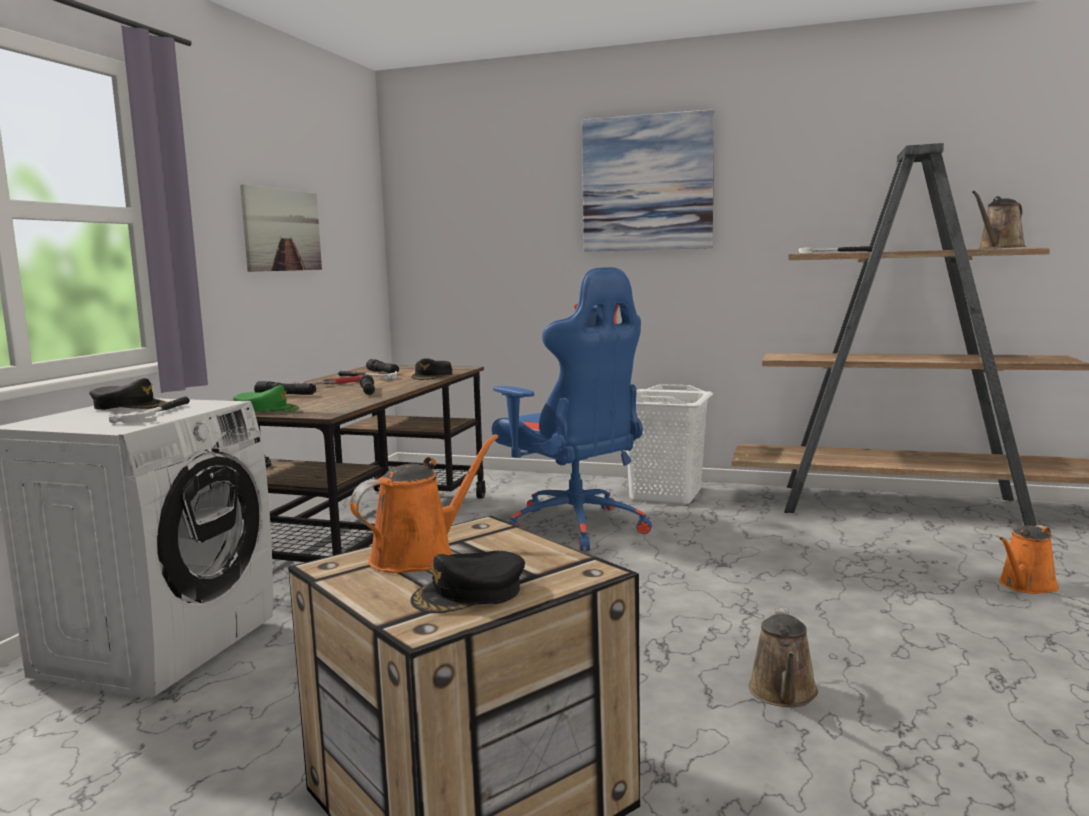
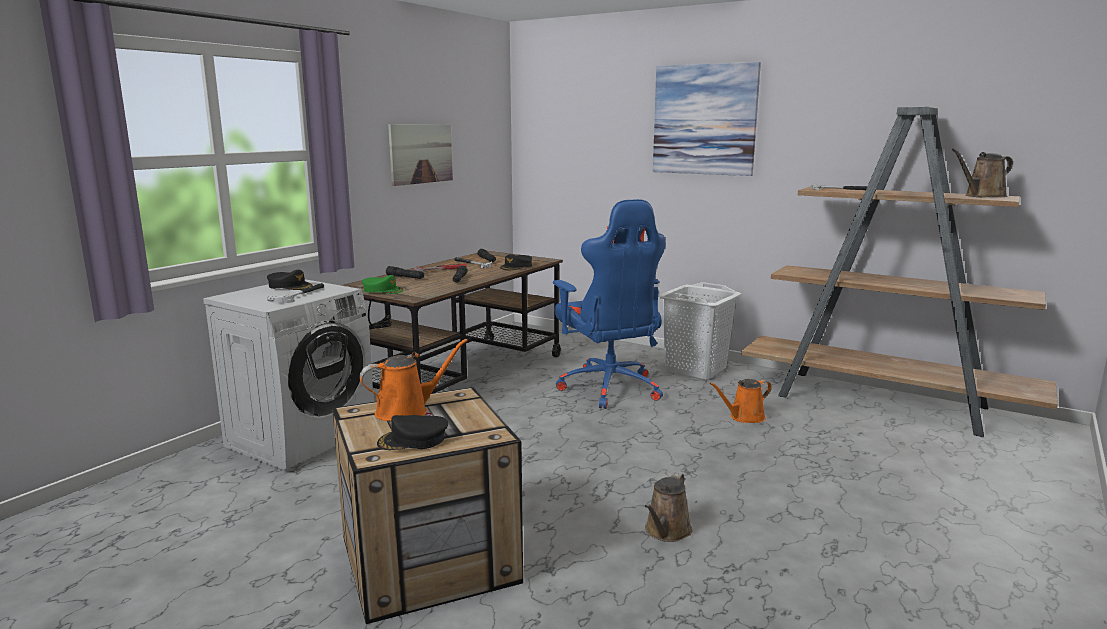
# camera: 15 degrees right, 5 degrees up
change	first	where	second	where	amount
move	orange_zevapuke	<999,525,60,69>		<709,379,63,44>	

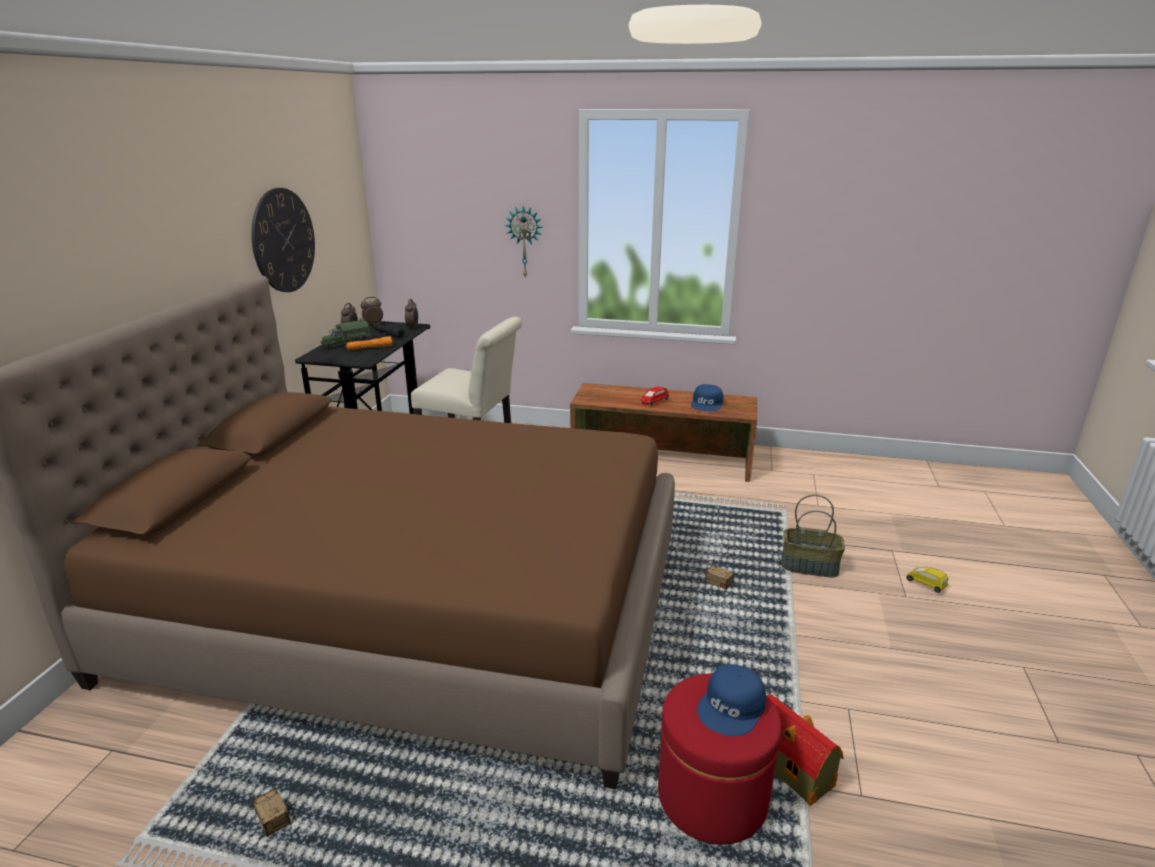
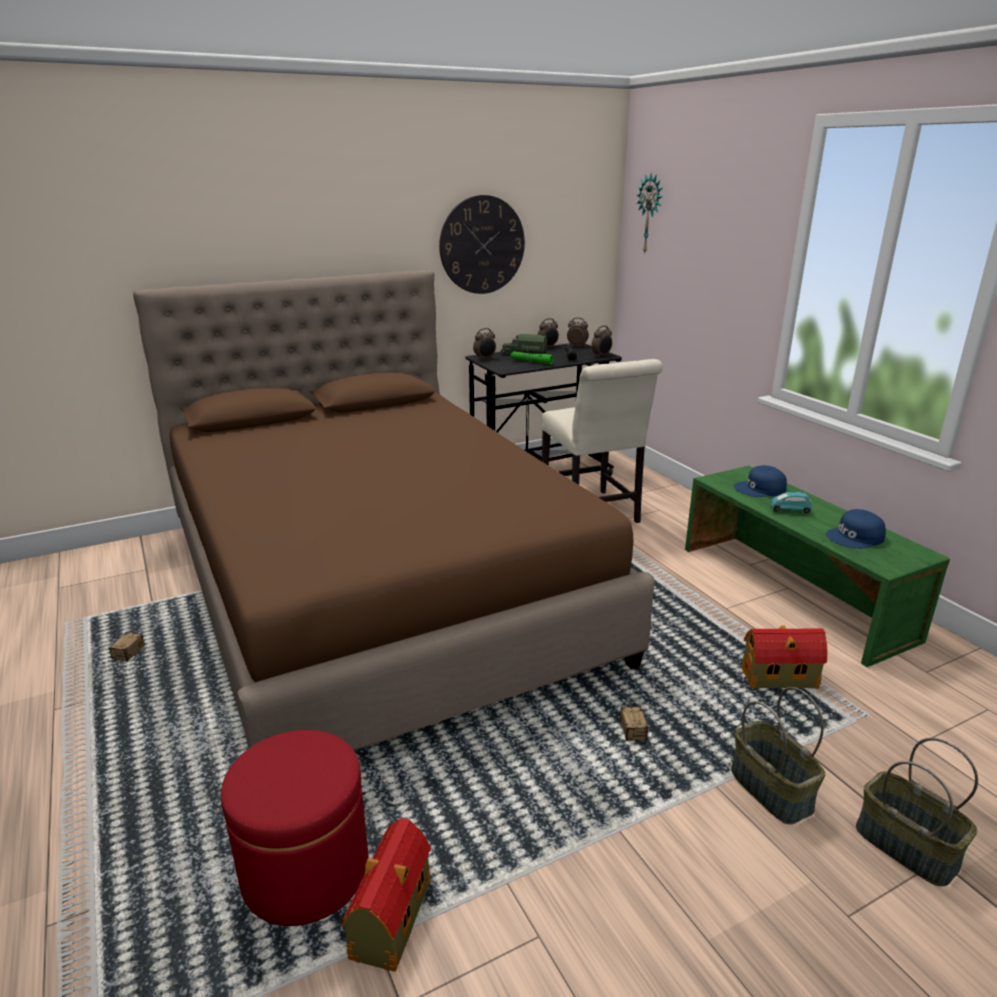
# camera: 50 degrees right, 0 degrees up
change	first	where	second	where	amount
delete	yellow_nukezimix	<906,567,42,26>			
insert			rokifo	<473,328,23,32>	
insert			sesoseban	<741,625,86,64>	
insert			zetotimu	<856,738,122,148>	
move	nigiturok	<505,205,37,73>		<636,173,26,81>	
move	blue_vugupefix	<697,664,69,72>		<734,465,53,32>	
recolor	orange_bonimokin	<346,336,47,14>	green_bonimokin	<510,351,44,14>	
recolor	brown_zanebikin	<570,383,187,99>	green_zanebikin	<685,466,265,201>	
recolor	red_nukezimix	<641,387,28,18>	turquoise_nukezimix	<770,492,42,21>	

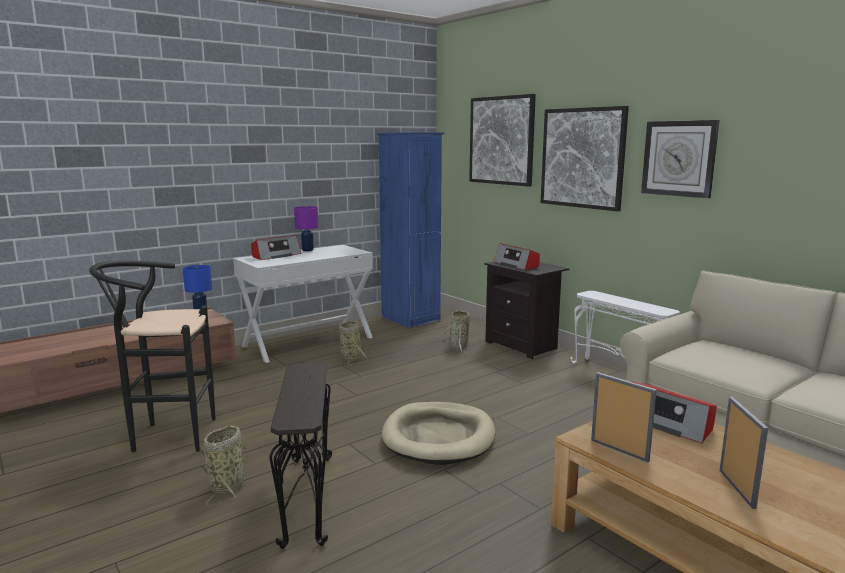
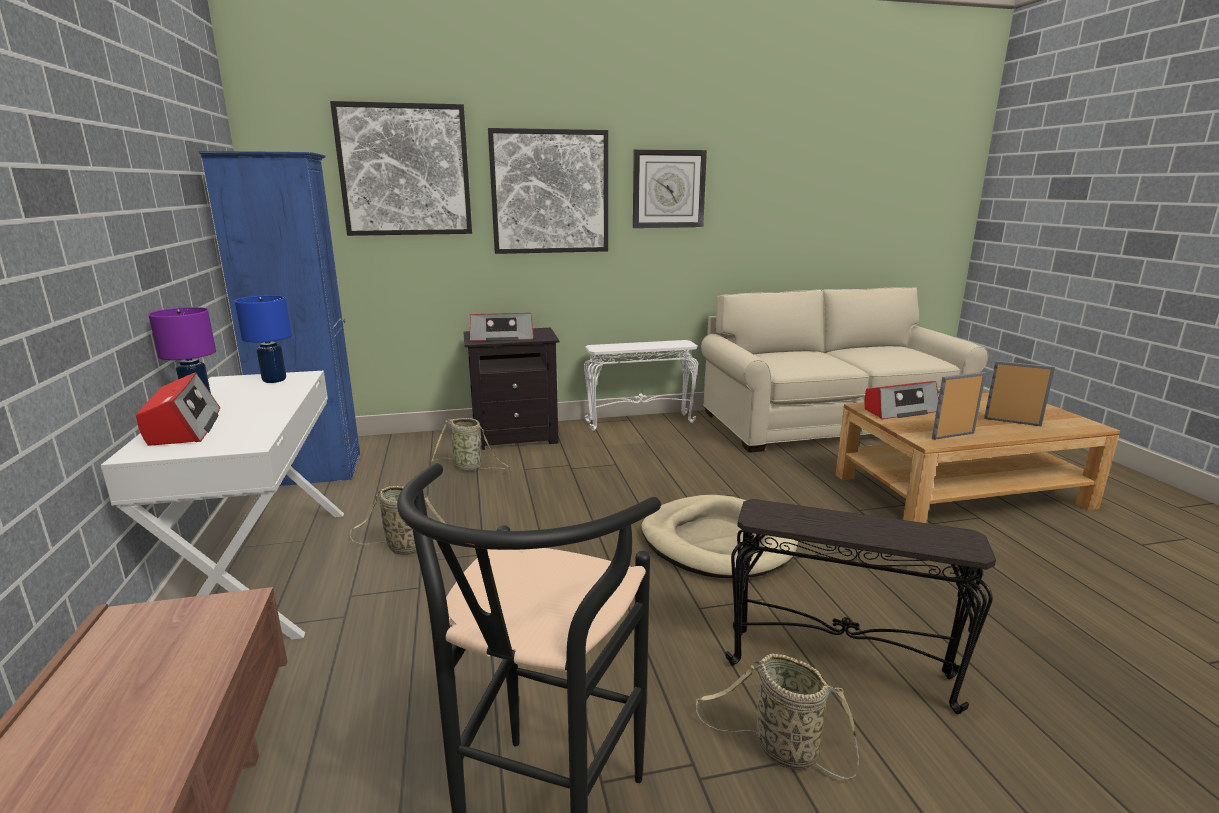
# camera: 65 degrees left, 5 degrees up
change	first	where	second	where	amount
move	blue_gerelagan	<183,265,29,51>		<235,295,57,88>	

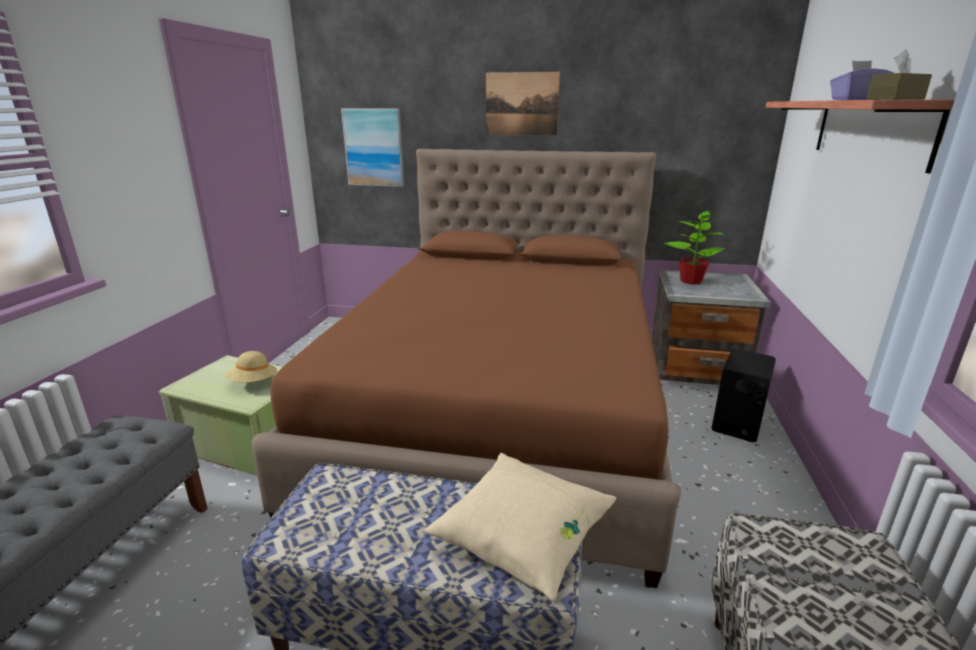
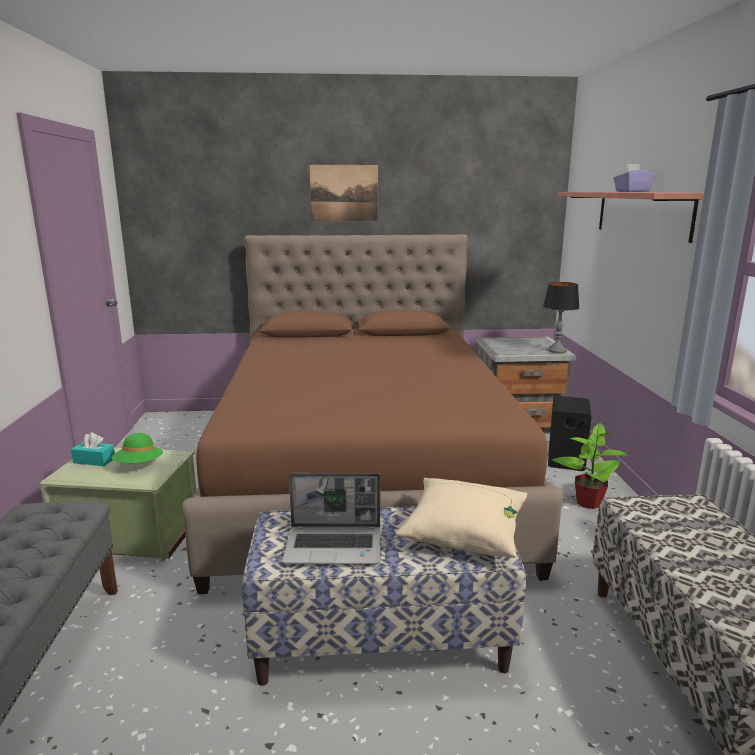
# camera: 15 degrees left, 5 degrees down
change	first	where	second	where	amount
delete	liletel	<341,108,63,79>			
delete	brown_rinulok	<866,49,66,51>			
insert			turquoise_rinulok	<71,432,44,34>	
insert			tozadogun	<282,473,99,91>	
insert			gerelagan	<543,282,36,71>	
move	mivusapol	<663,208,62,77>		<552,423,76,86>	
recolor	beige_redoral	<225,351,52,32>	green_redoral	<111,433,52,30>	

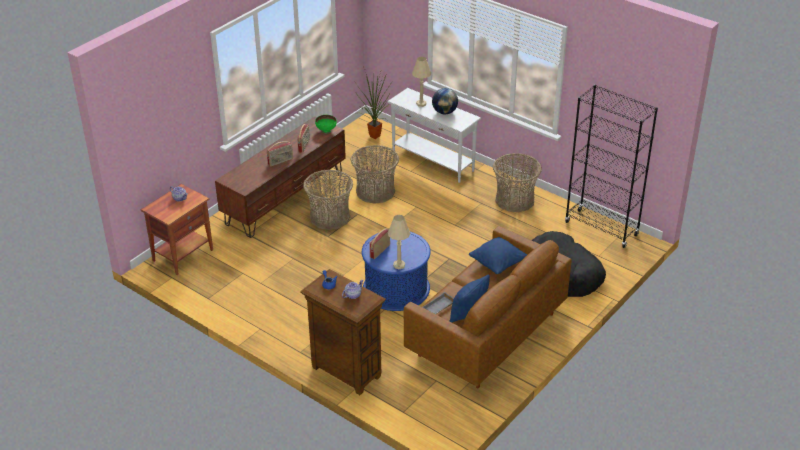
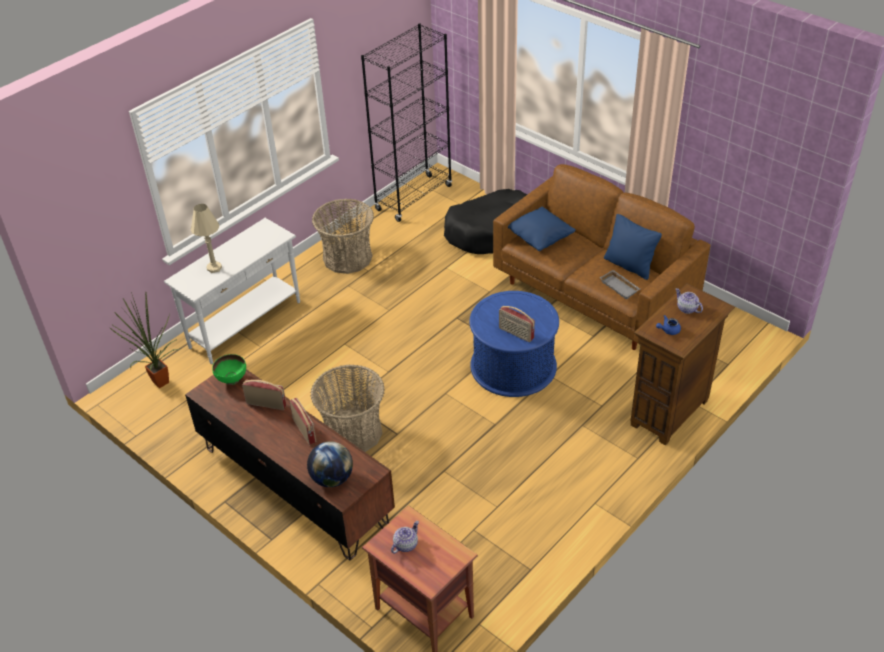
# camera: 85 degrees left, 5 degrees up
change	first	where	second	where	amount
delete	zetotimu	<351,145,48,59>			
delete	beige_gerelagan	<388,215,22,54>			
move	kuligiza	<432,88,26,26>		<307,441,46,46>	

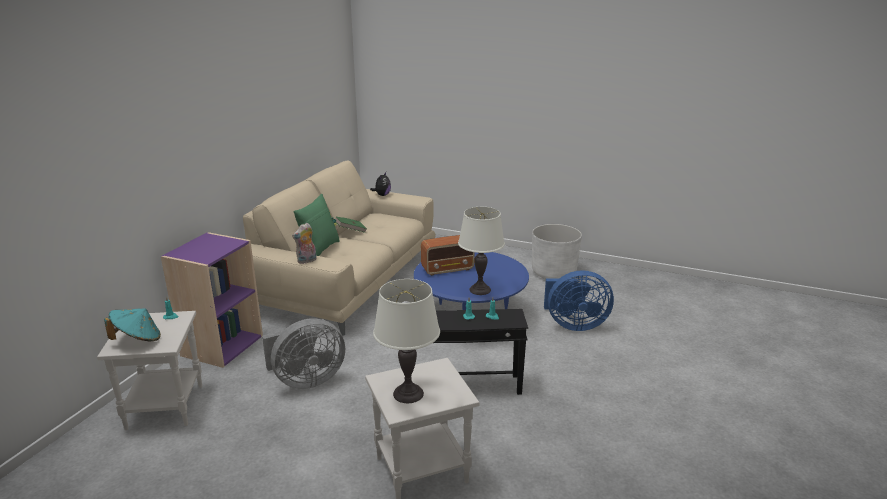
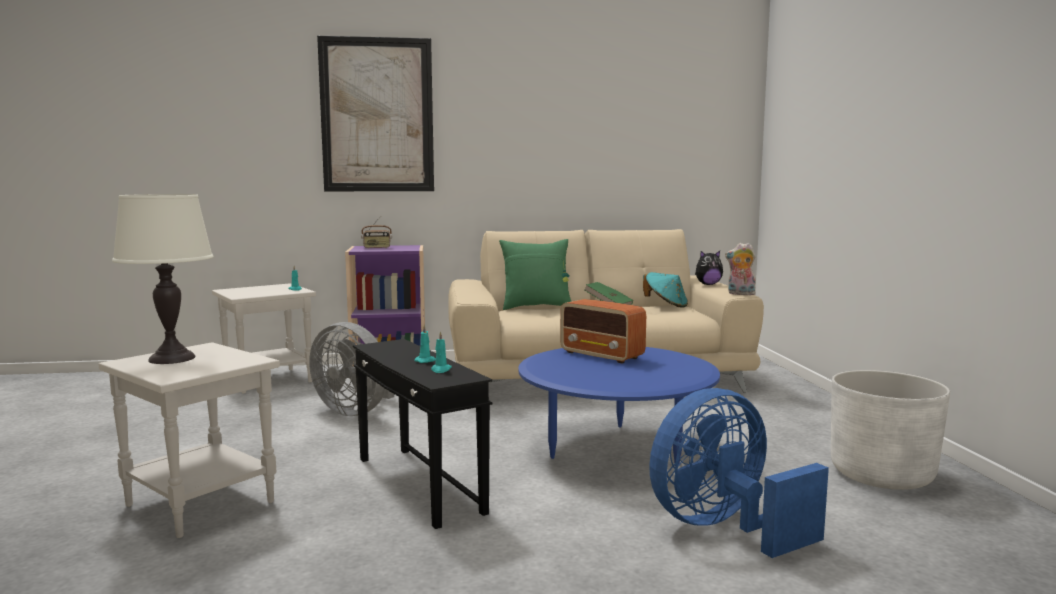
# camera: 60 degrees right, 15 degrees down
change	first	where	second	where	amount
delete	white_gerelagan	<458,207,47,88>			
insert			liletel	<317,36,117,155>	
insert			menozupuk	<361,216,31,33>	
move	turquoise_redoral	<104,308,57,34>		<643,272,45,36>	
move	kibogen	<292,223,25,41>		<725,243,31,52>	
rotate	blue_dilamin	<544,270,70,61>		<649,388,180,170>	90 degrees clockwise

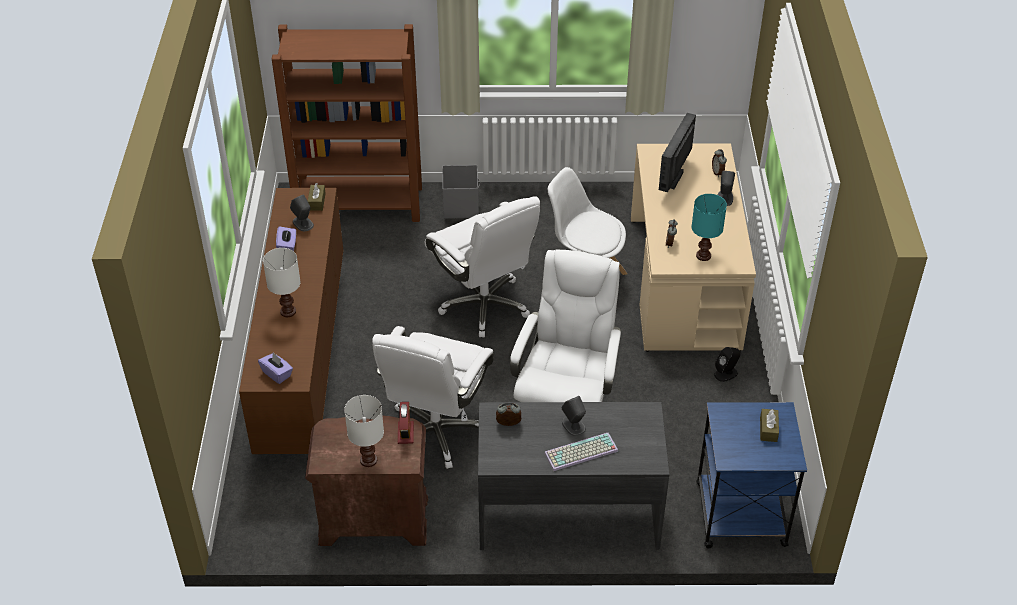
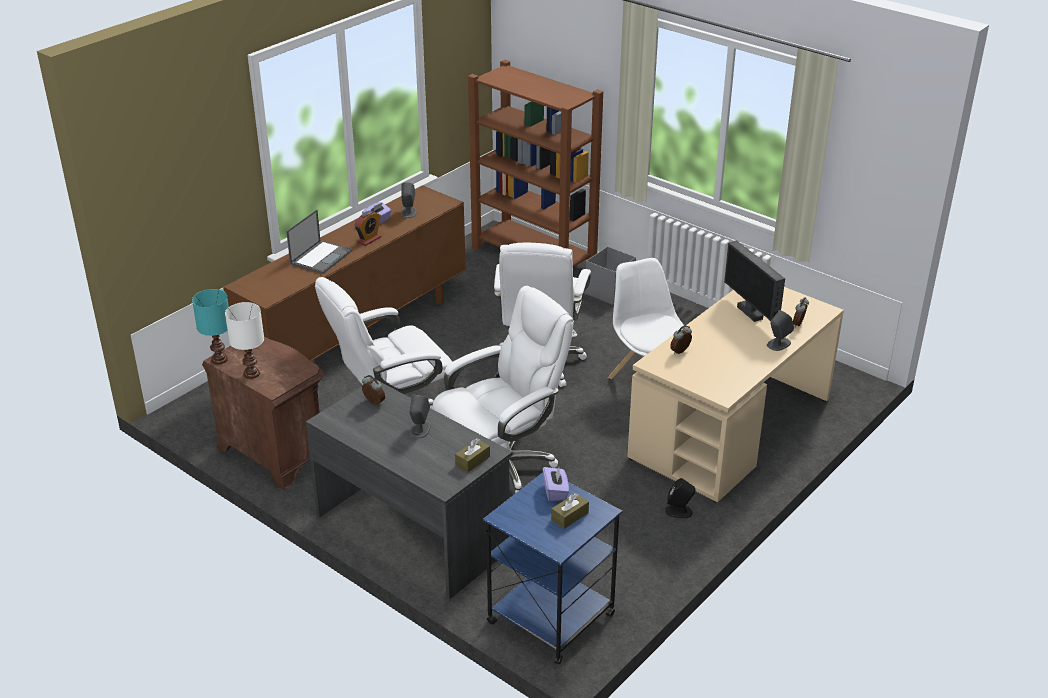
# camera: 40 degrees right, 10 degrees down
change	first	where	second	where	amount
delete	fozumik	<544,433,74,39>			
move	purple_rinulok	<258,353,35,31>		<543,467,26,34>	
move	brown_rinulok	<308,183,18,28>		<455,438,35,34>	
move	rokifo	<398,402,16,42>		<354,211,28,35>	
move	turquoise_gerelagan	<691,194,36,67>		<192,289,37,76>	
replace	white_gerelagan	<263,248,38,69>	tozadogun	<286,210,66,64>	
rotate	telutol	<659,113,37,79>		<724,240,61,82>	90 degrees counterclockwise

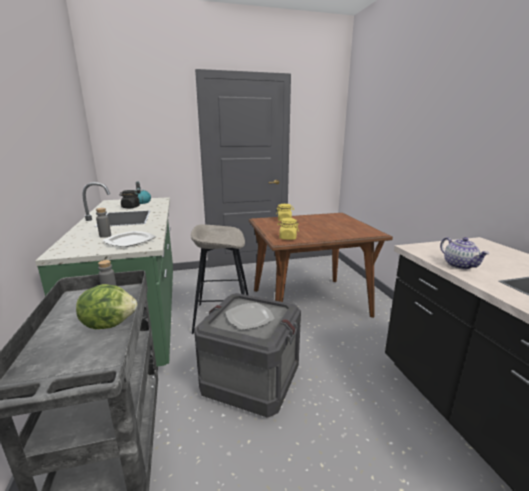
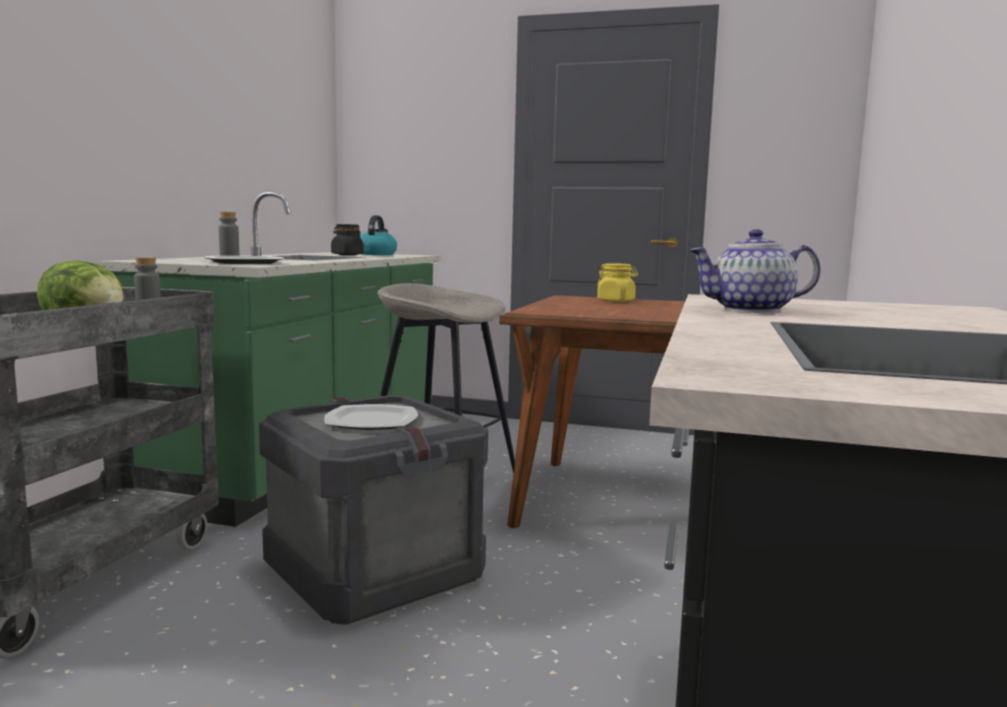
# camera: 30 degrees right, 10 degrees down
change	first	where	second	where	amount
delete	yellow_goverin	<277,218,22,22>			
rotate	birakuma	<440,237,50,32>		<689,229,132,84>	75 degrees clockwise

